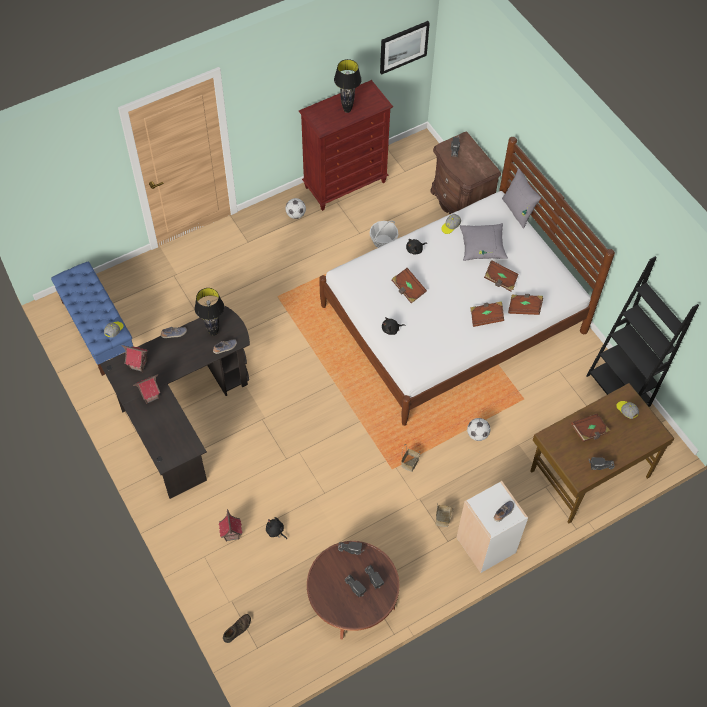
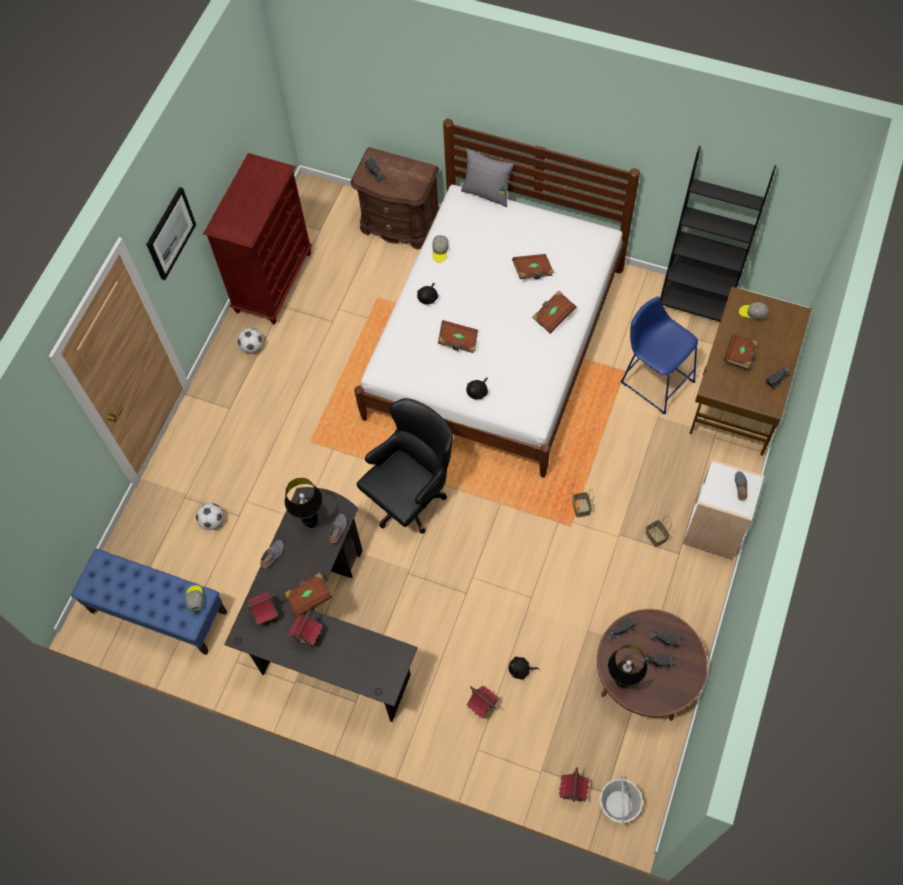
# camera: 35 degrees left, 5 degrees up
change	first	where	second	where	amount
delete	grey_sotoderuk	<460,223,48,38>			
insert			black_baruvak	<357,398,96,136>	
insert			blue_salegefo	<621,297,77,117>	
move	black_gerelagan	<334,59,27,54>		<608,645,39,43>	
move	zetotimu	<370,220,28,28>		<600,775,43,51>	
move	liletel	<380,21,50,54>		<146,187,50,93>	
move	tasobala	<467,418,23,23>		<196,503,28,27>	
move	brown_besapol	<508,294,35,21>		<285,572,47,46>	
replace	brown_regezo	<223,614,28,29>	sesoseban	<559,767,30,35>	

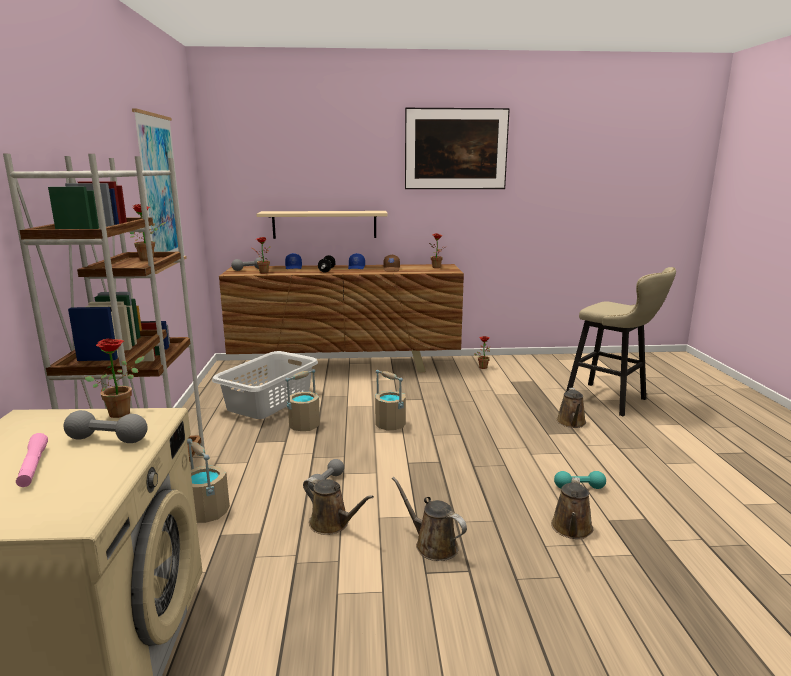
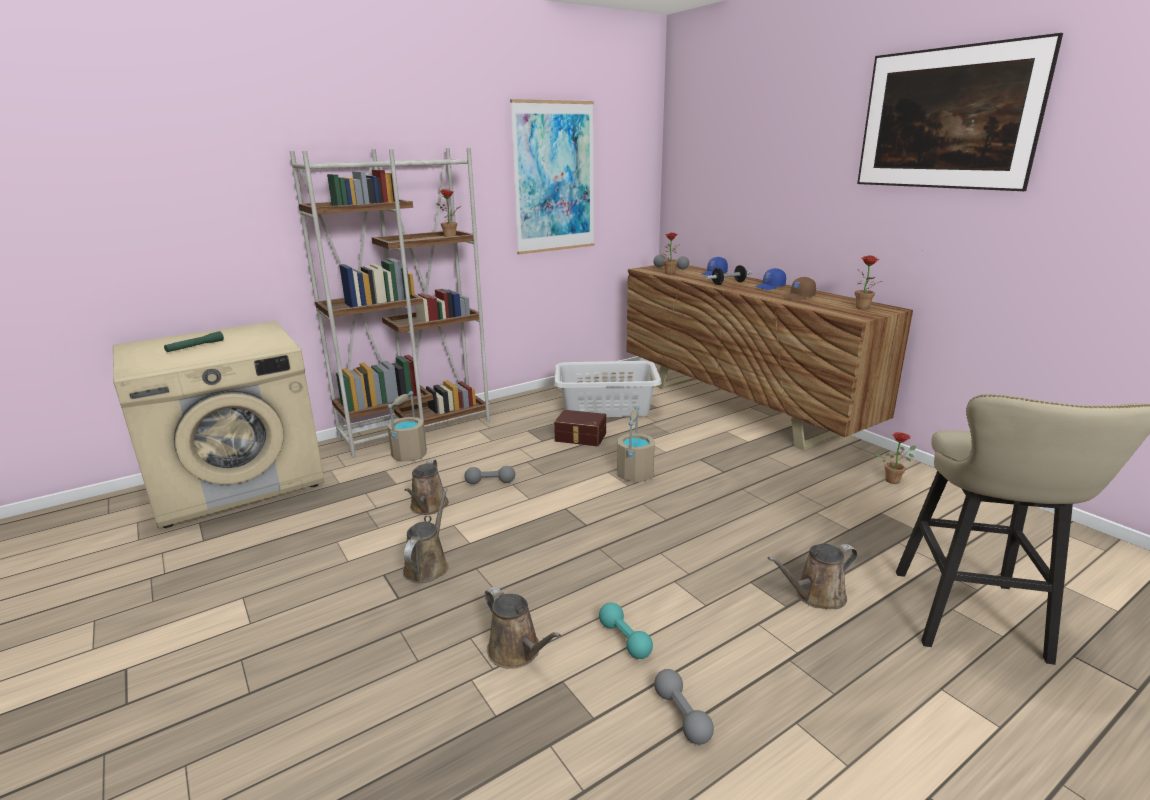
# camera: 60 degrees right, 5 degrees up
change	first	where	second	where	amount
delete	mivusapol	<85,339,59,79>			
delete	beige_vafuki	<257,211,131,28>			
move	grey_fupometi	<63,410,85,33>		<654,669,60,76>	
replace	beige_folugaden	<285,369,35,62>	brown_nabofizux	<554,410,52,36>	
recolor	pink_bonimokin	<16,433,32,54>	green_bonimokin	<164,331,60,21>	
rotate	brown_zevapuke	<551,477,42,62>		<485,586,76,83>	120 degrees counterclockwise

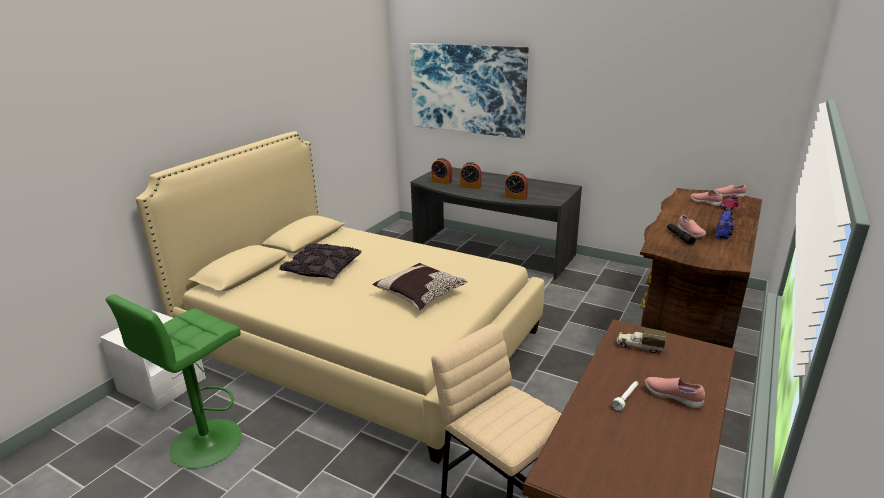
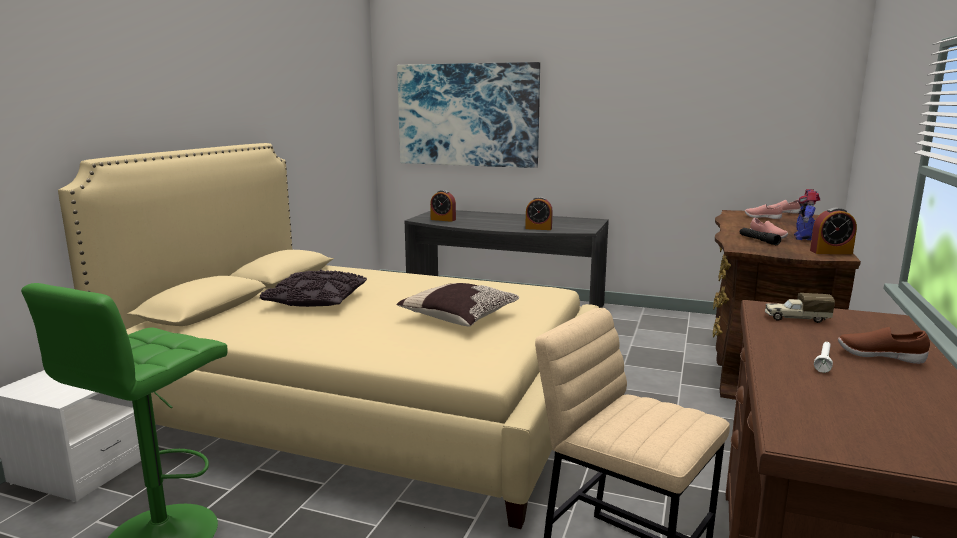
# camera: 10 degrees left, 10 degrees down
change	first	where	second	where	amount
move	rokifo	<460,162,21,27>		<810,207,47,47>	
recolor	pink_regezo	<645,377,60,31>	brown_regezo	<838,327,92,37>	

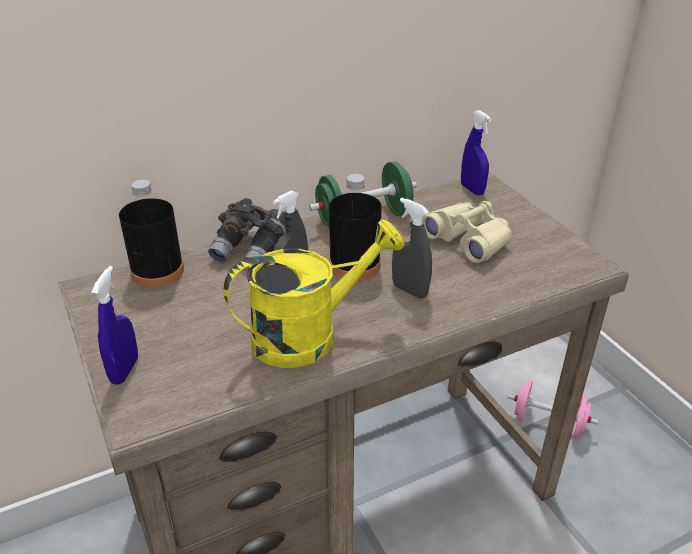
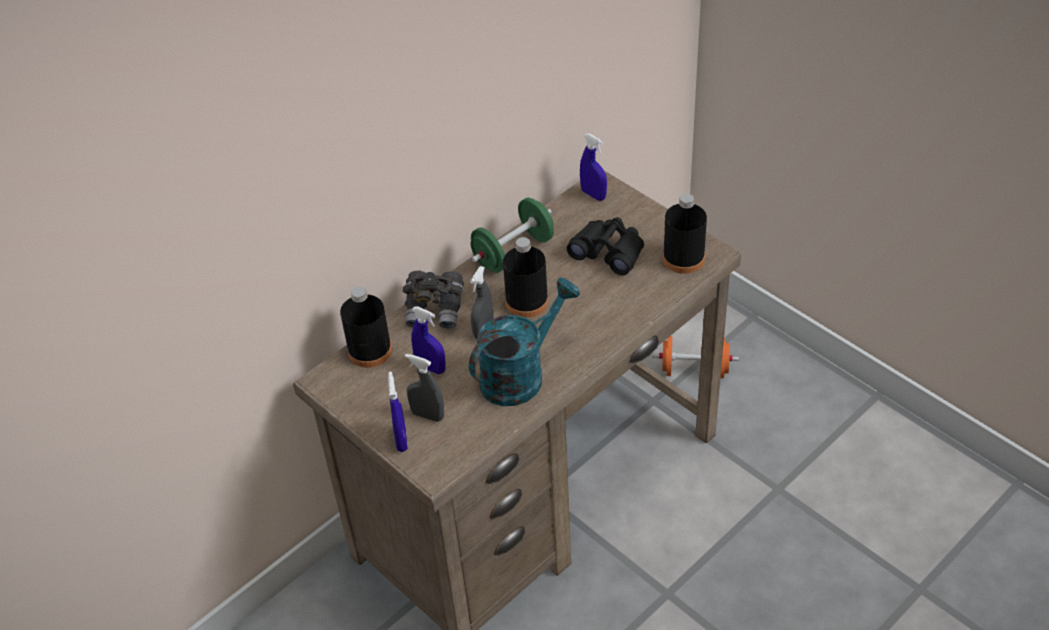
# camera: 15 degrees left, 10 degrees up
change	first	where	second	where	amount
insert			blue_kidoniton	<411,306,35,68>	
insert			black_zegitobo	<663,194,44,80>	
move	grey_kidoniton	<392,198,40,101>		<405,354,39,68>	
recolor	yellow_zevapuke	<223,219,181,149>	turquoise_zevapuke	<469,278,111,128>	
recolor	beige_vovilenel	<422,201,90,62>	black_vovilenel	<567,217,77,58>	
recolor	pink_fupometi	<508,380,90,58>	orange_fupometi	<653,336,86,42>	

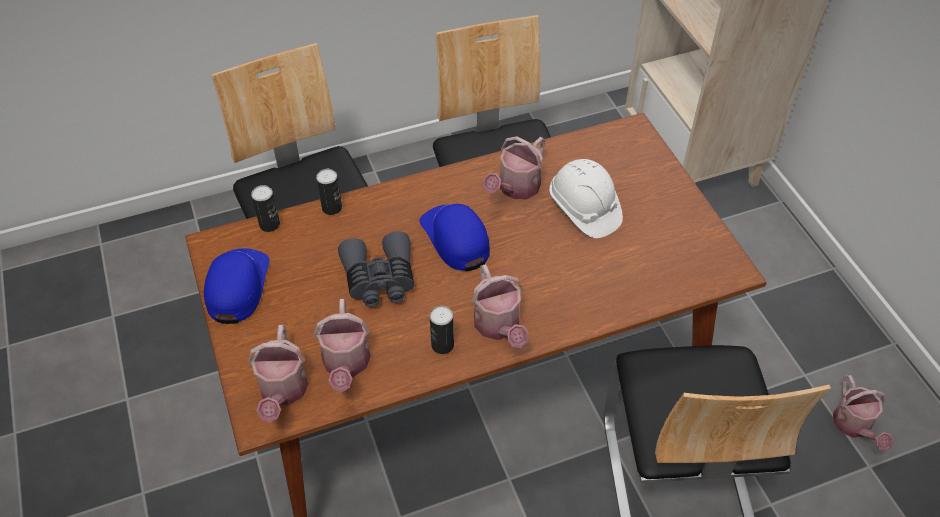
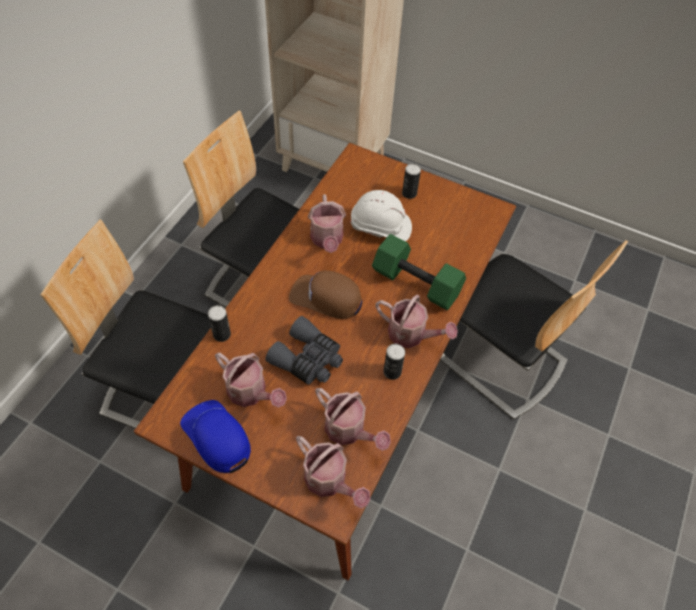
# camera: 45 degrees left, 5 degrees up
change	first	where	second	where	amount
insert			green_fupometi	<372,234,94,76>	
move	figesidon	<251,185,29,47>		<402,163,19,36>	
move	zevapuke	<833,375,61,76>		<215,353,72,55>	
recolor	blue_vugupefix	<419,204,71,67>	brown_vugupefix	<289,270,73,49>	

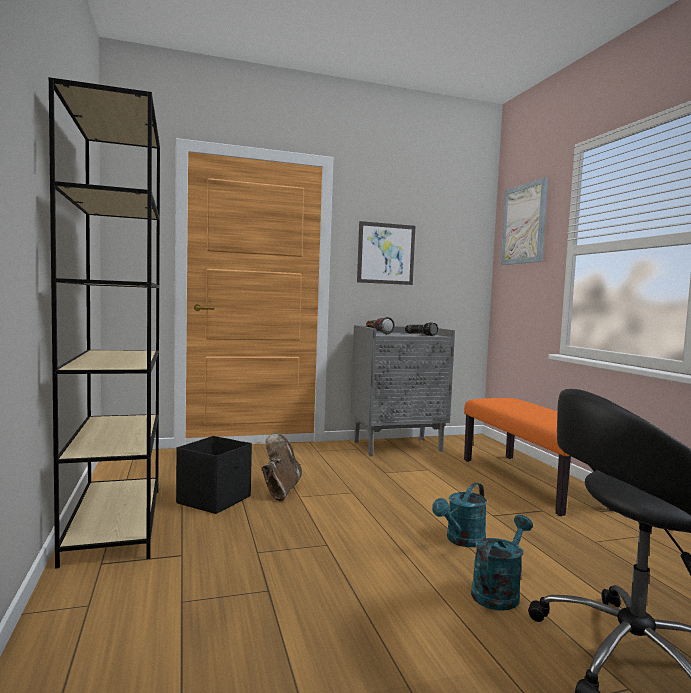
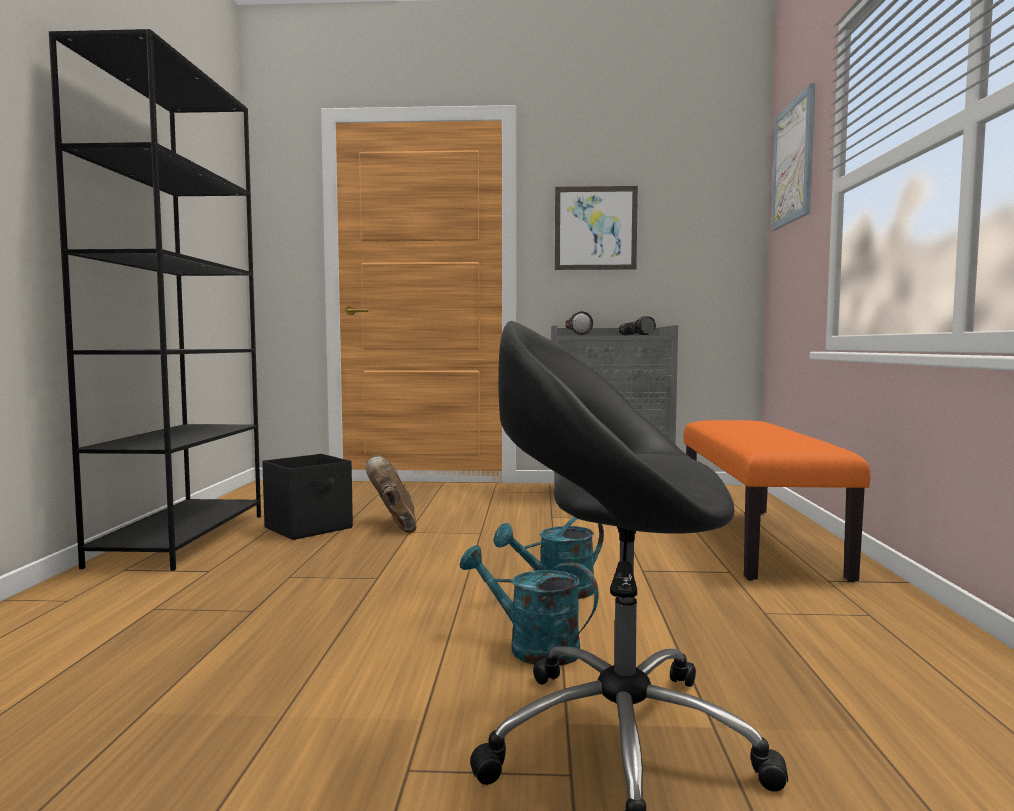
# camera: 20 degrees right, 0 degrees up
change	first	where	second	where	amount
recolor	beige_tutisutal	<49,77,111,492>	black_tutisutal	<49,29,212,542>	
rotate	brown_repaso	<261,432,41,70>		<366,455,50,78>	45 degrees counterclockwise
rotate	turquoise_zevapuke	<471,515,62,96>		<459,545,140,121>	120 degrees counterclockwise

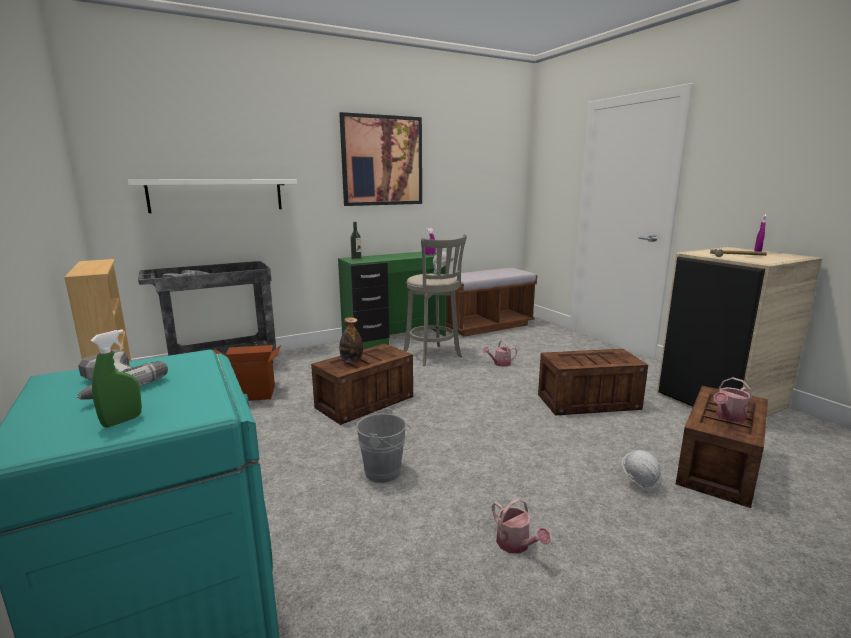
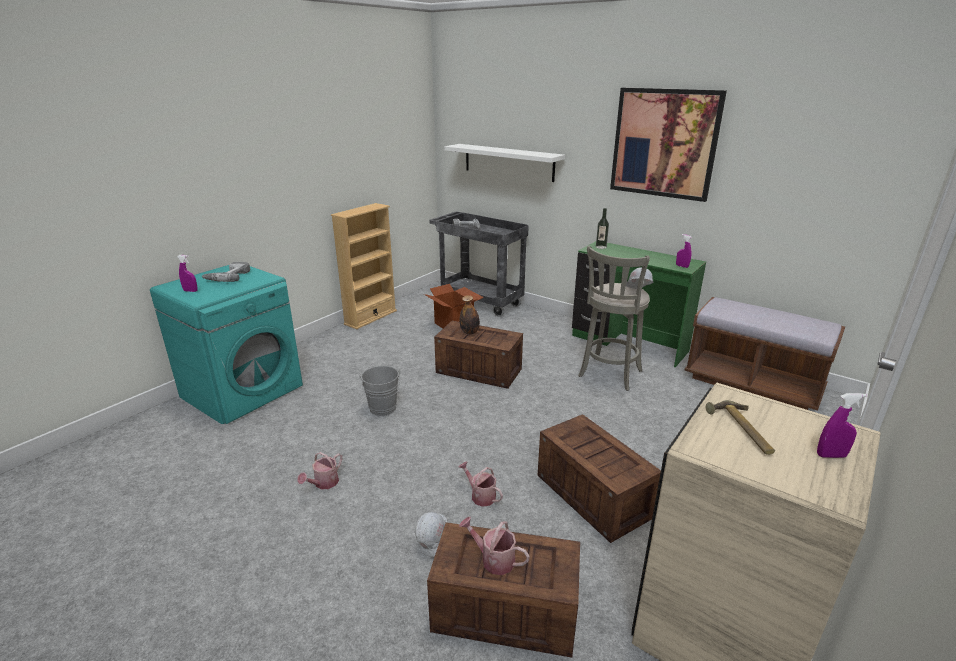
# camera: 65 degrees right, 10 degrees up
change	first	where	second	where	amount
move	zevapuke	<483,340,34,27>		<458,461,45,46>	
recolor	green_kidoniton	<90,329,52,99>	purple_kidoniton	<177,255,21,37>	

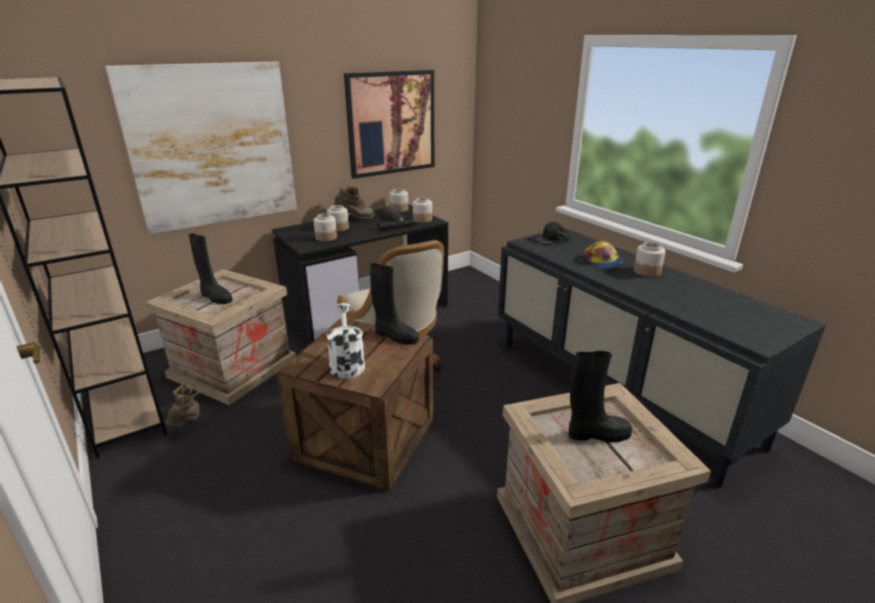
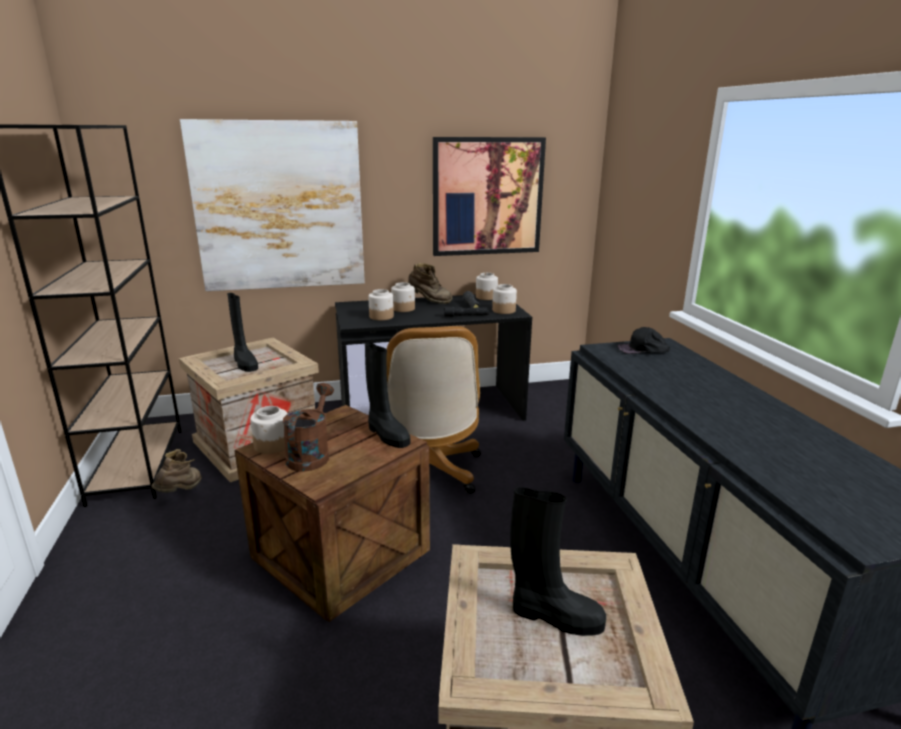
# camera: 20 degrees right, 5 degrees down
change	first	where	second	where	amount
delete	vugupefix	<584,241,39,28>			
move	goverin	<634,242,32,35>		<250,406,37,48>	
recolor	white_zevapuke	<327,303,38,76>	brown_zevapuke	<283,383,51,89>	

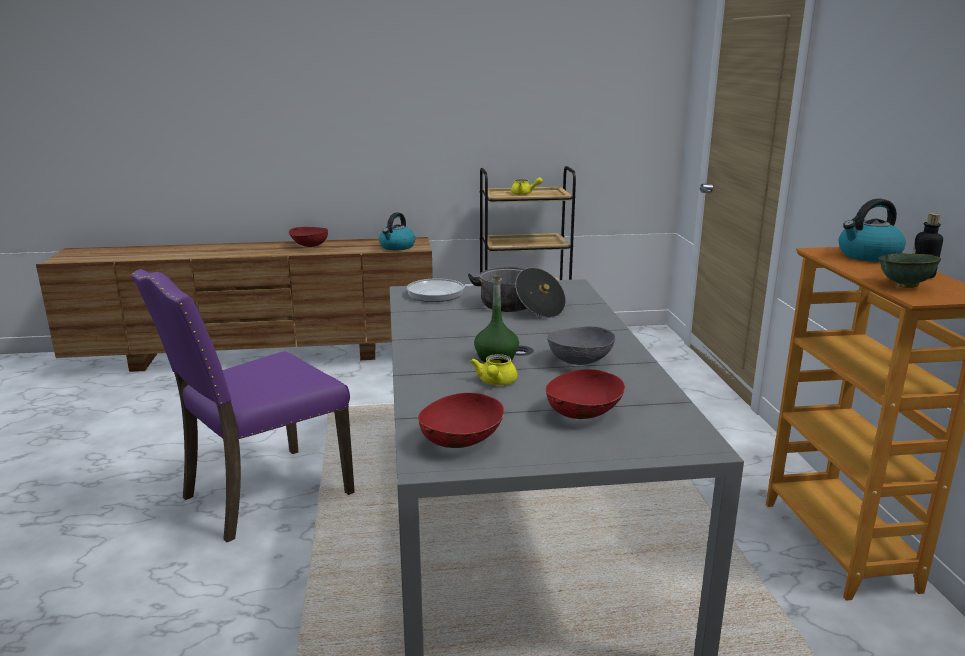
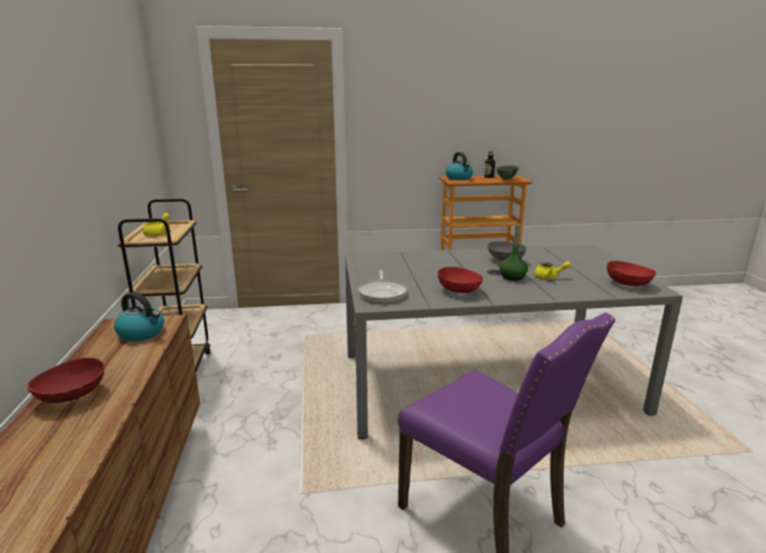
# camera: 90 degrees left, 0 degrees up
change	first	where	second	where	amount
delete	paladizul	<468,267,98,51>			
move	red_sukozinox	<546,369,79,50>		<438,267,45,26>	

